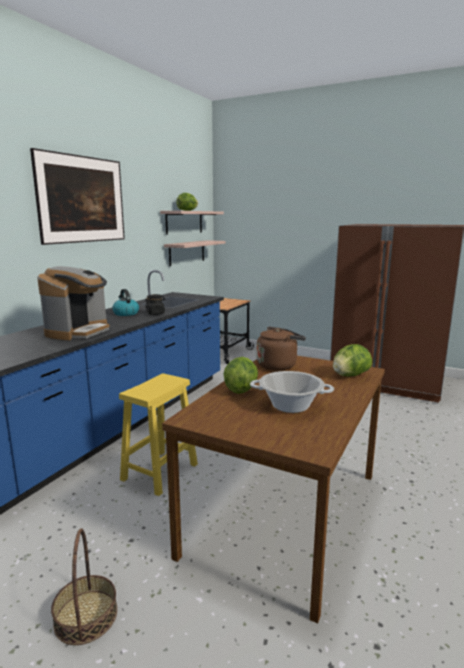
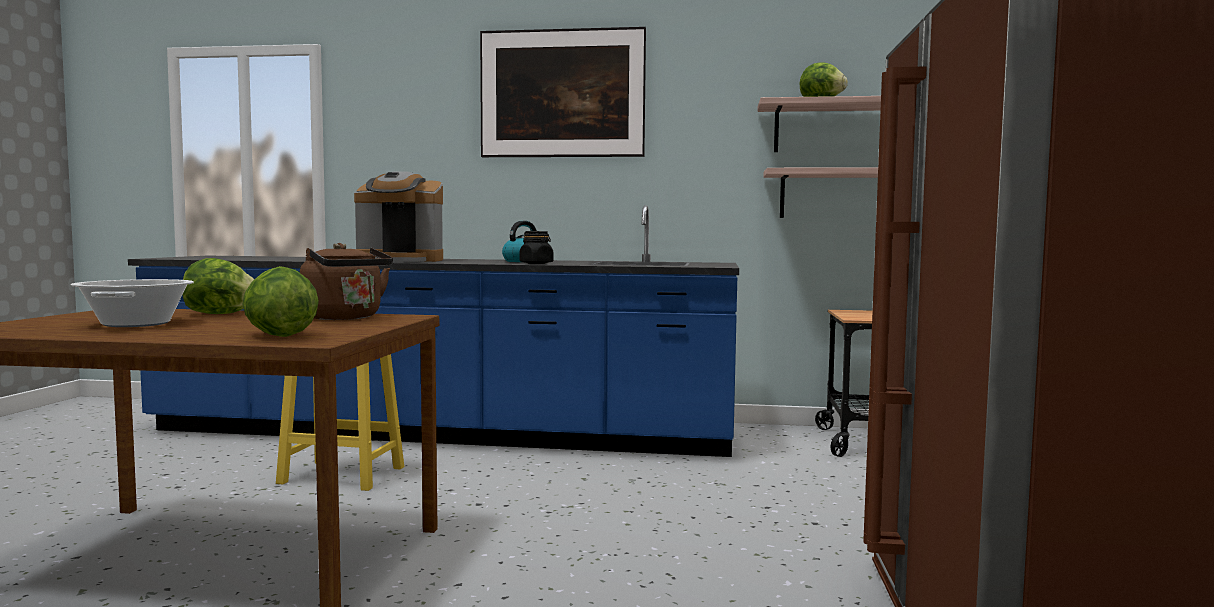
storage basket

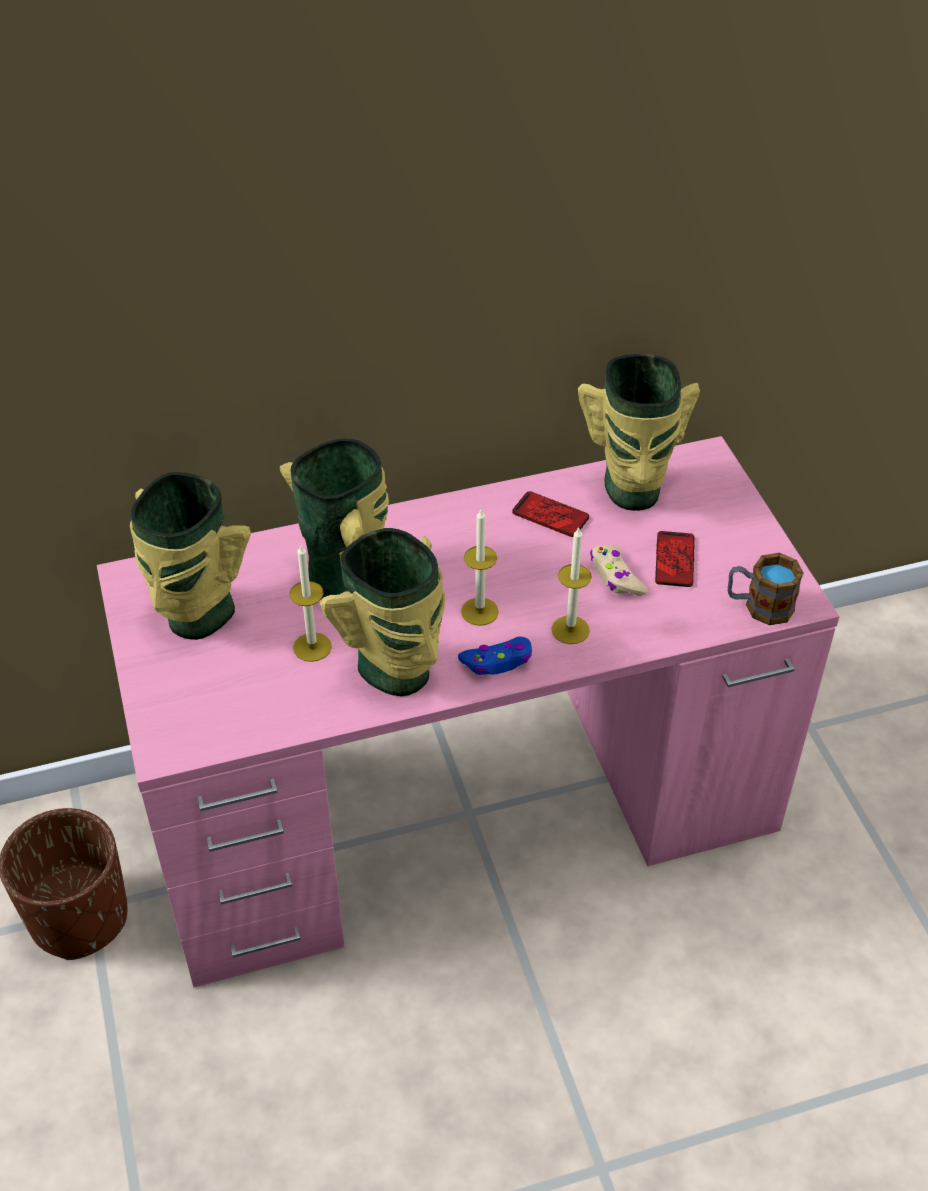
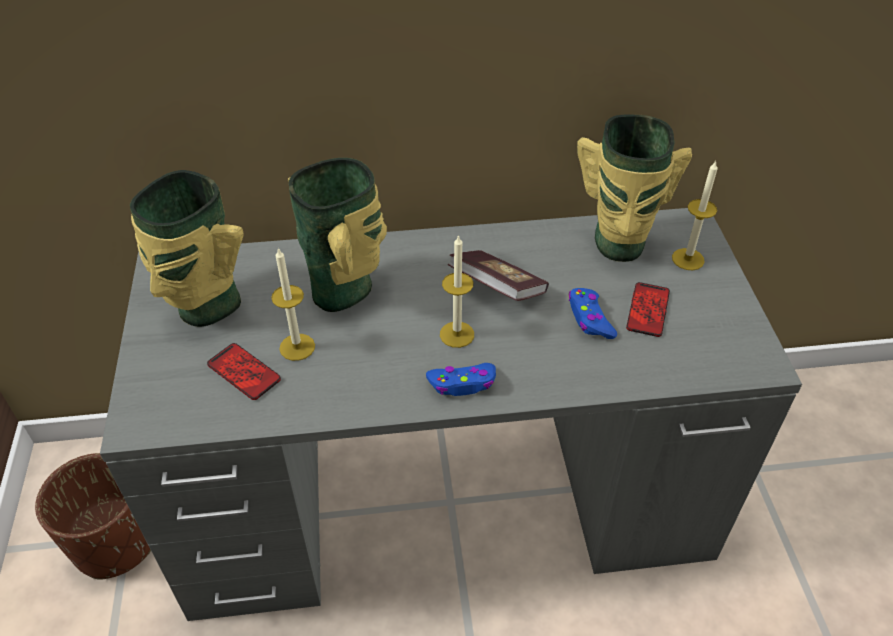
grey desk
decorative vase (3rd from left in the first image)
phone (1st from left)
wax candle (3rd from left)
blue-coloured game controller (2nd from left)
coffee mug
book

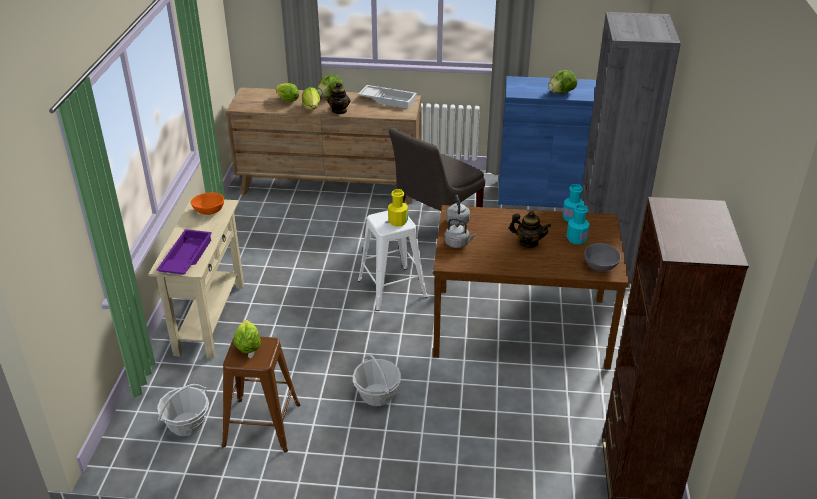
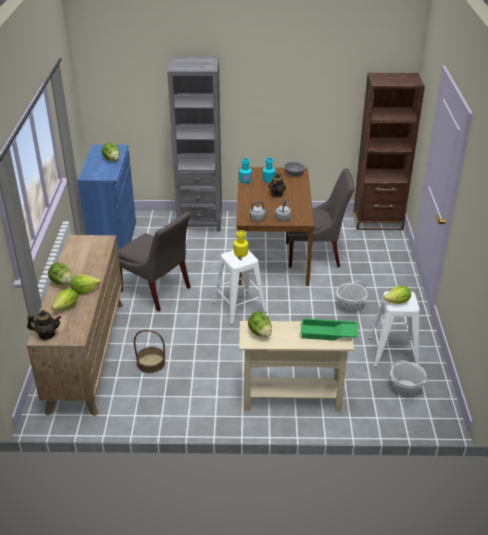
green serving tray
lettuce head (5th from left)
whitish sitting stool (2nd from left)
teapot (1st from left)
whitish serving tray
storage basket (1st from left)
grey upright chair (2nd from left)

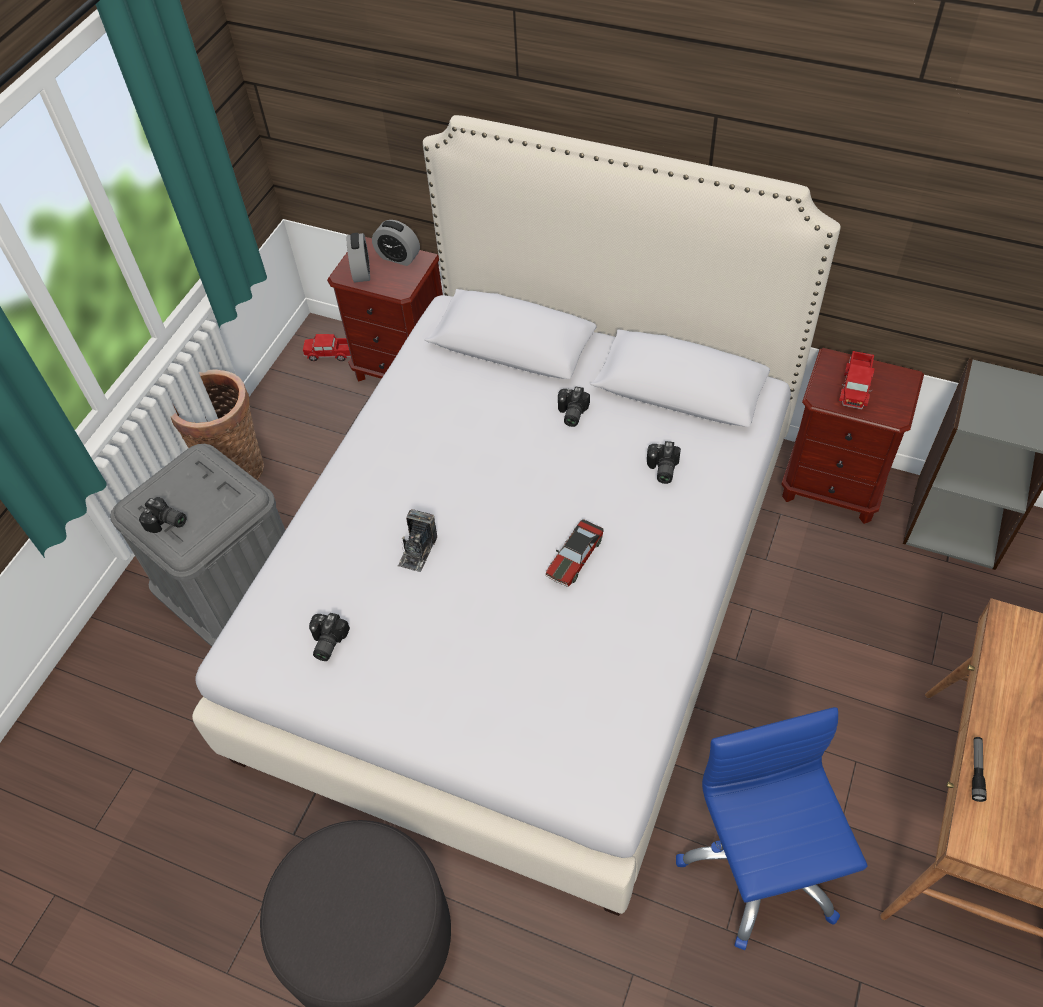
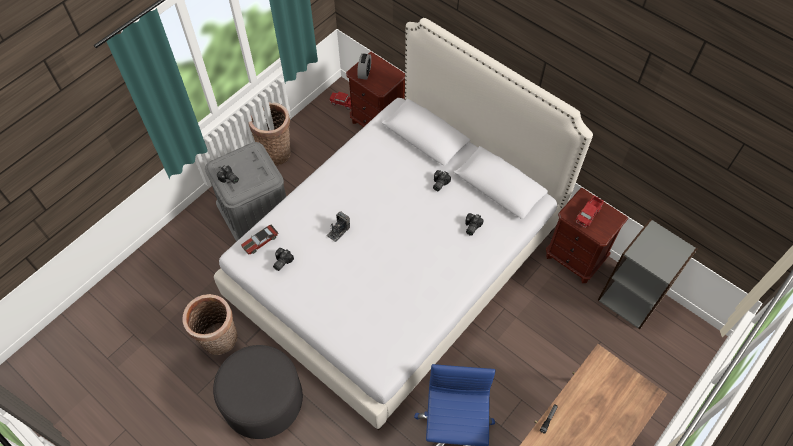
bedside clock (2nd from left in the first image)
miniature car
storage basket (1st from left)

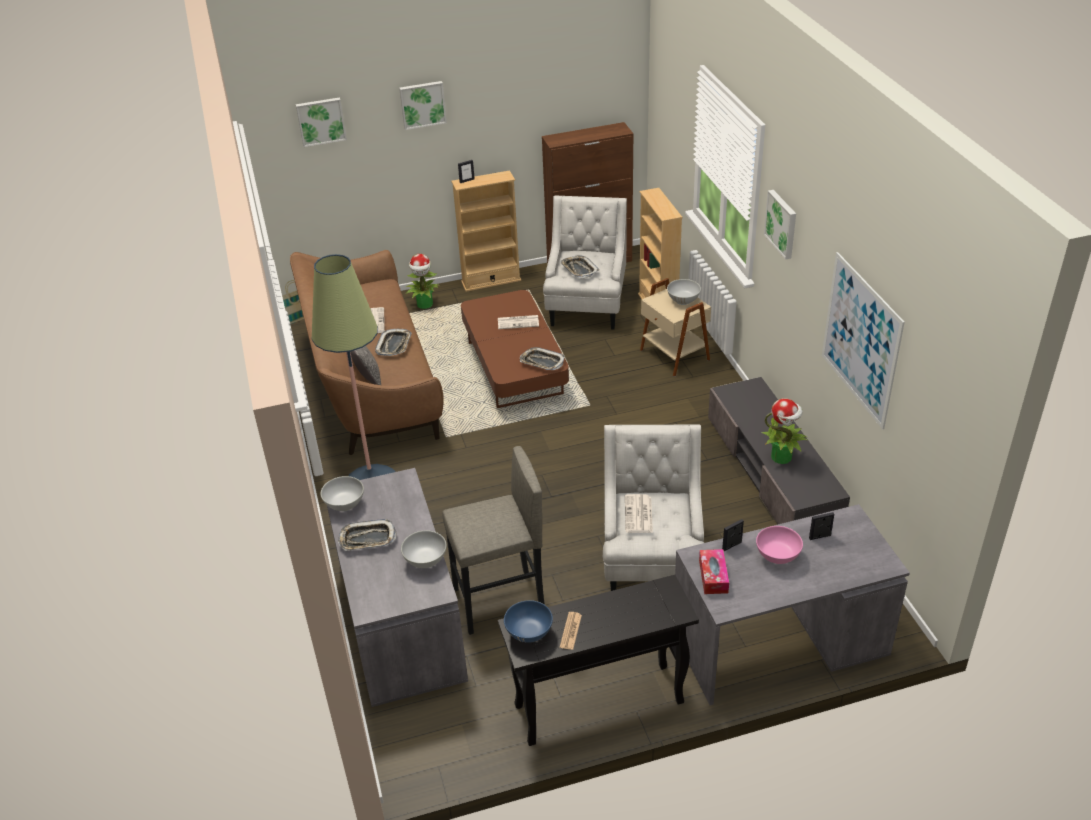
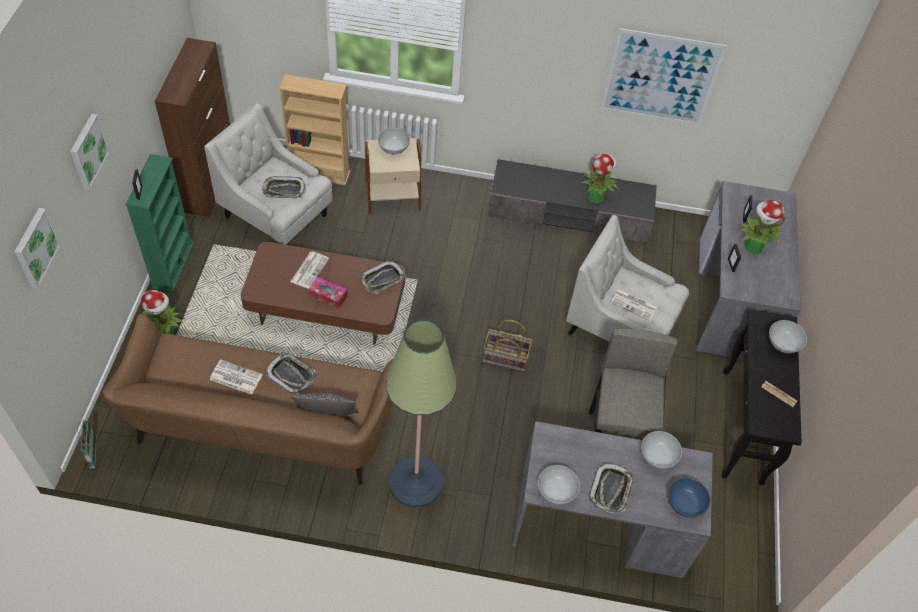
green bookshelf
blue-coloured deep dish
box of tissues
plant in a pot (3rd from left)
picture (3rd from left in the first image)
storage basket (2nd from left)
whitish deep dish (4th from left)

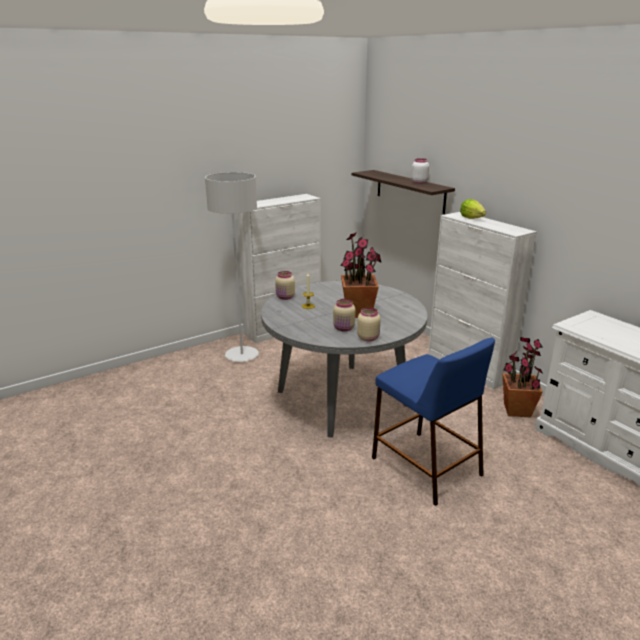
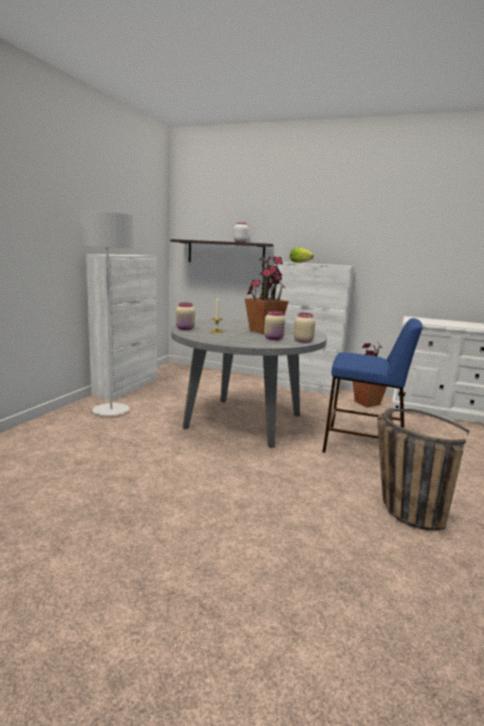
storage basket

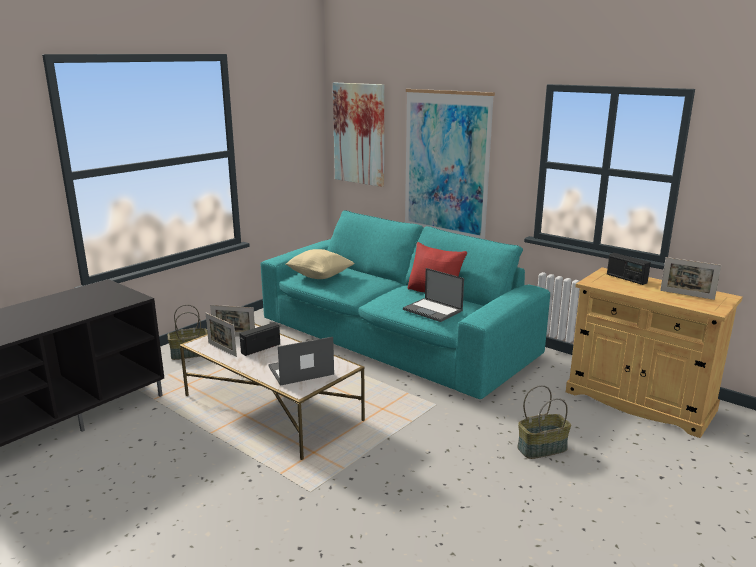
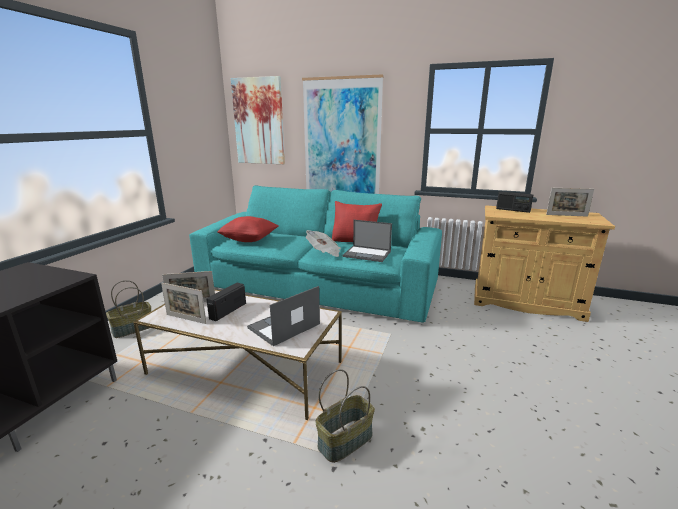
red-coloured pillow (1st from left)
storage basket (2nd from left)
newspaper

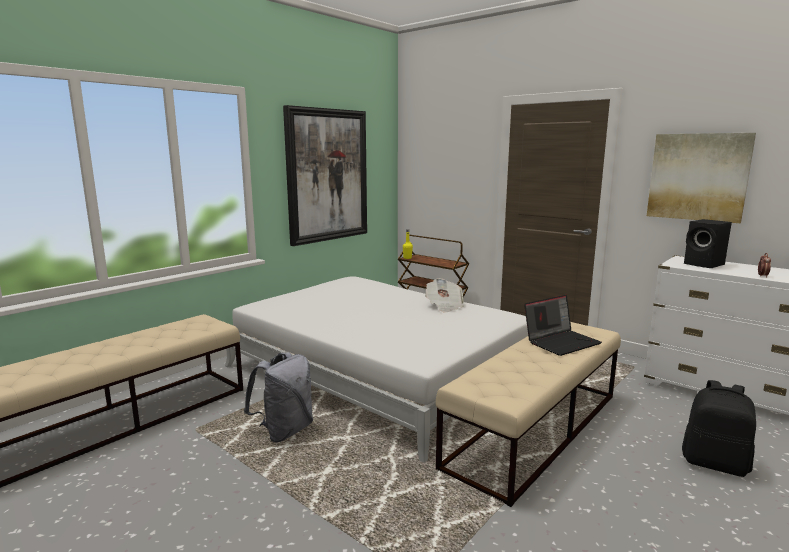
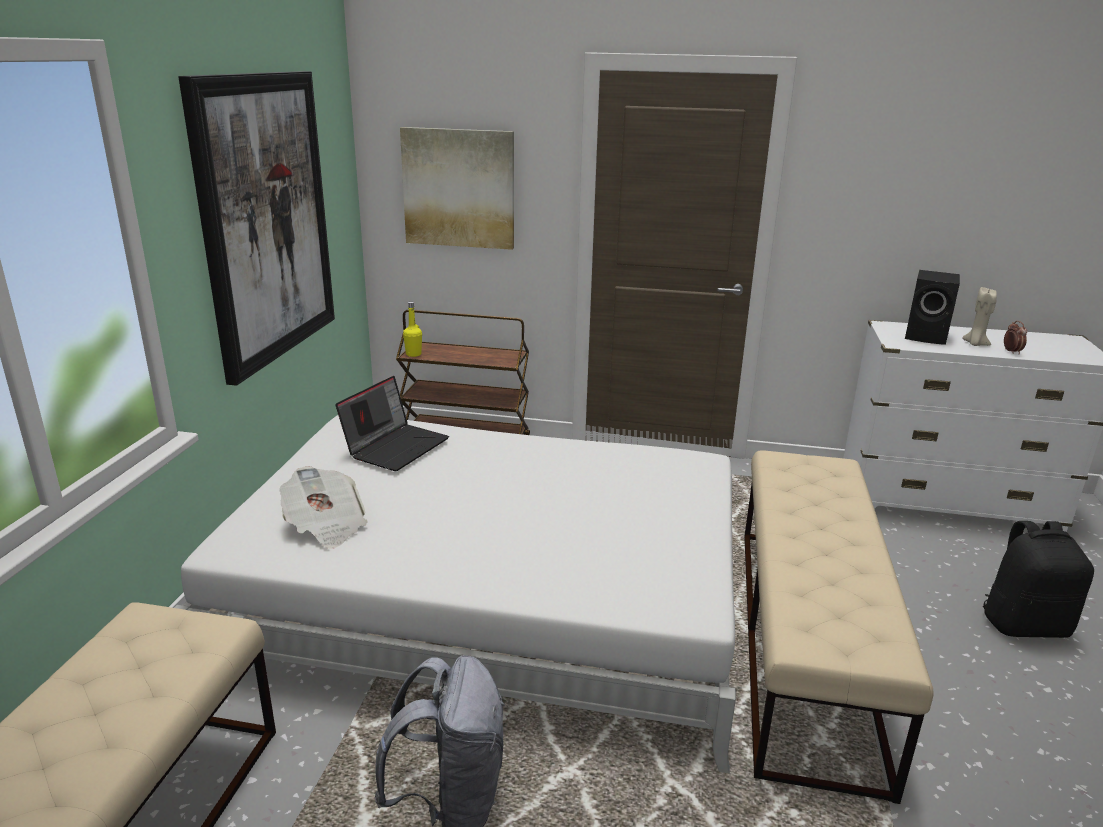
newspaper
laptop
picture (2nd from left)
beige-coloured wax candle

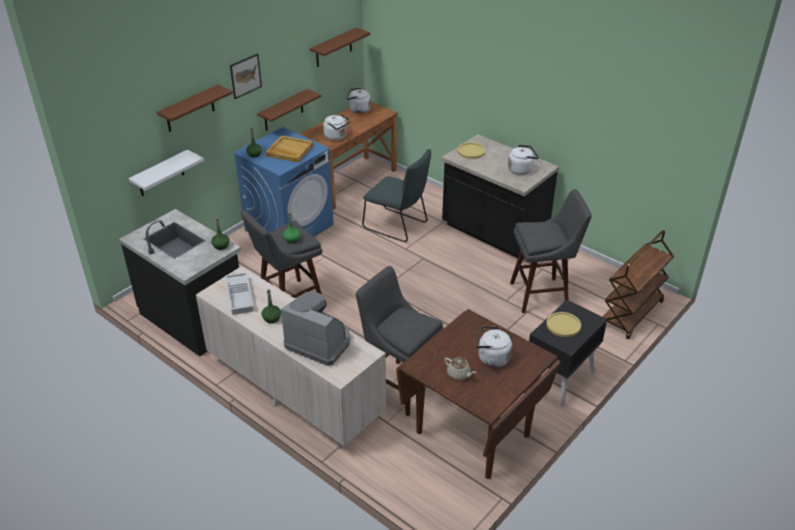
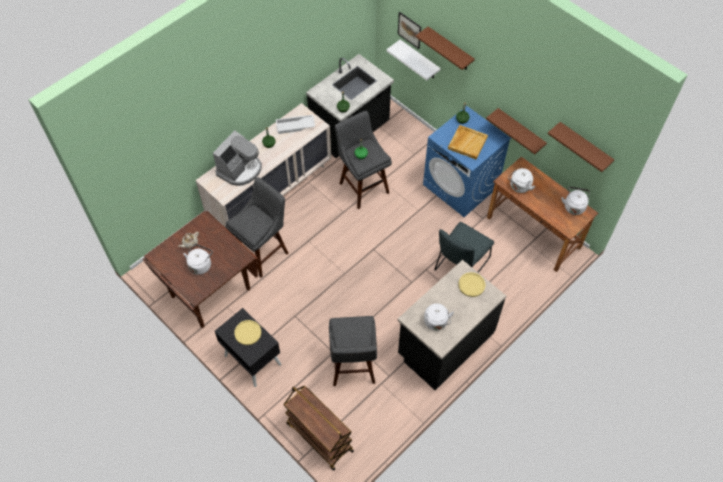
picture

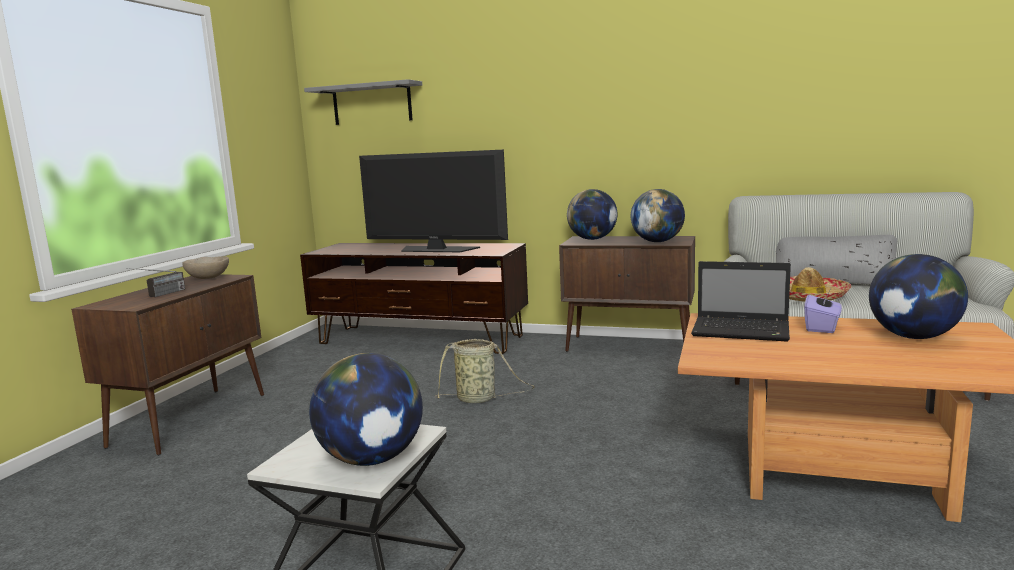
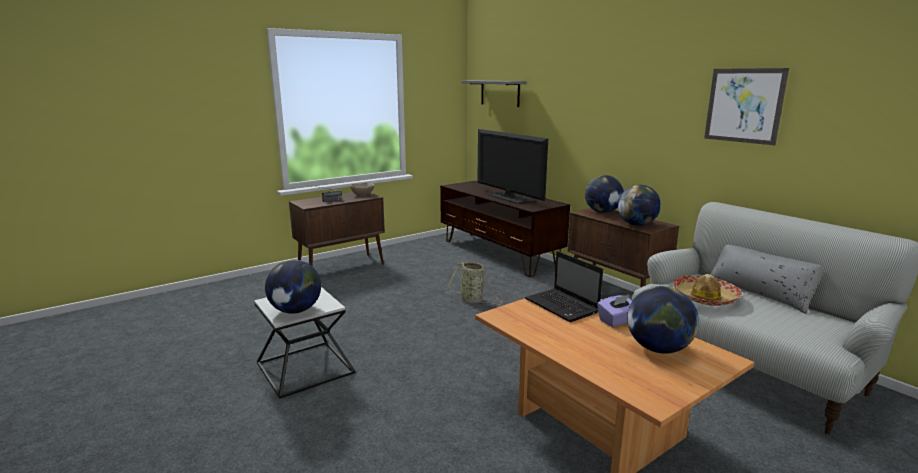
picture

